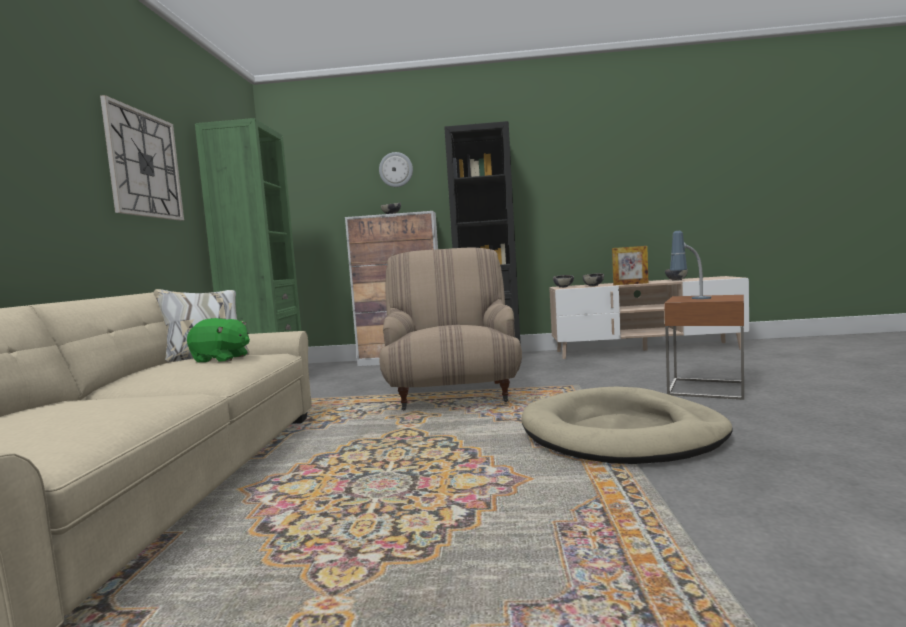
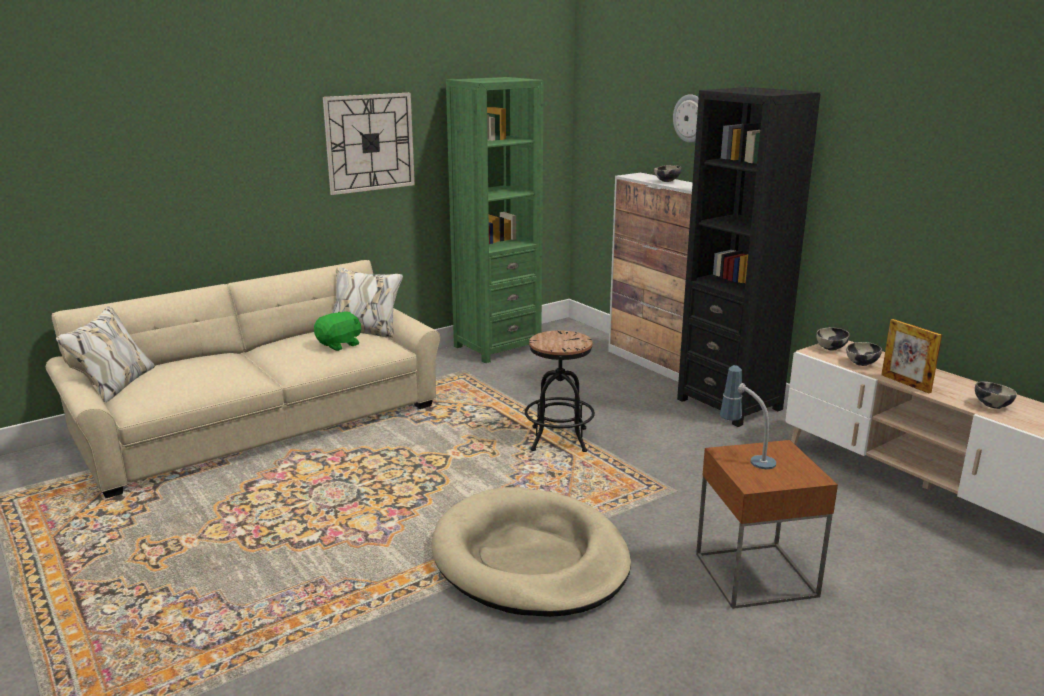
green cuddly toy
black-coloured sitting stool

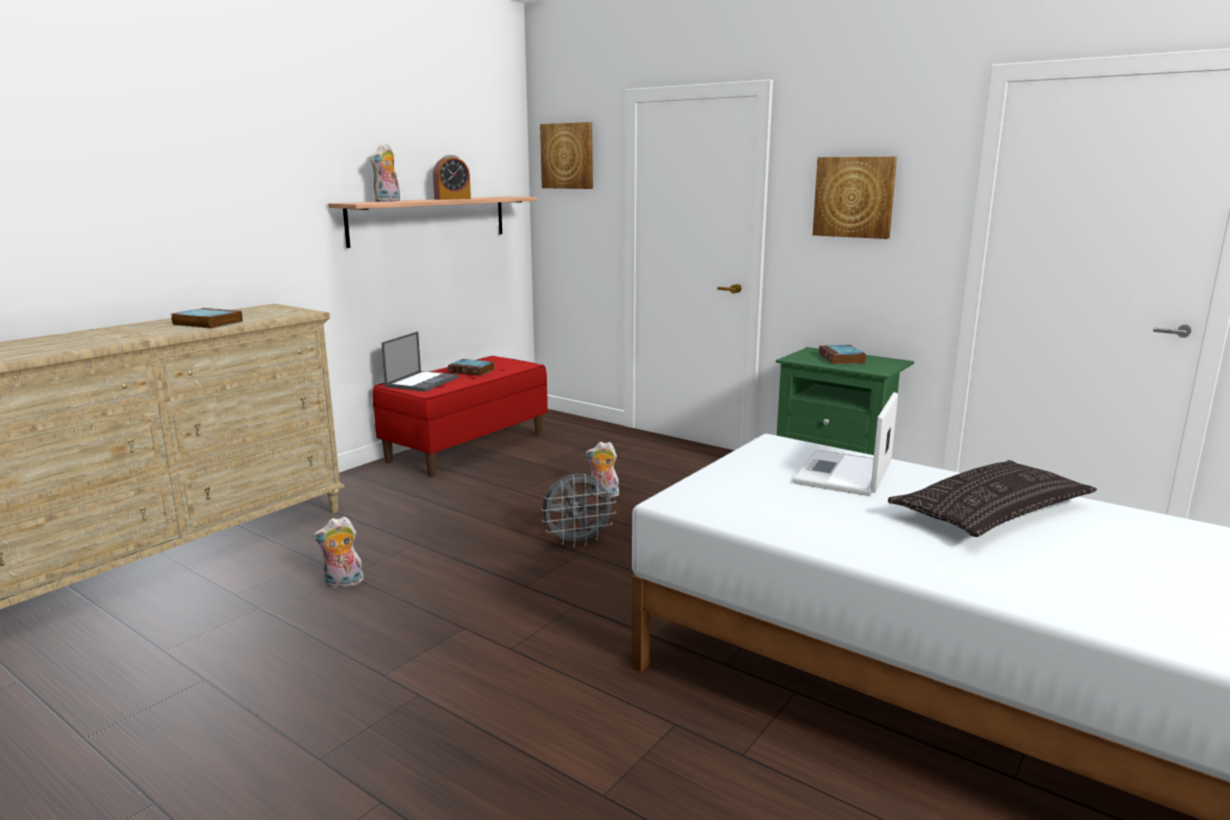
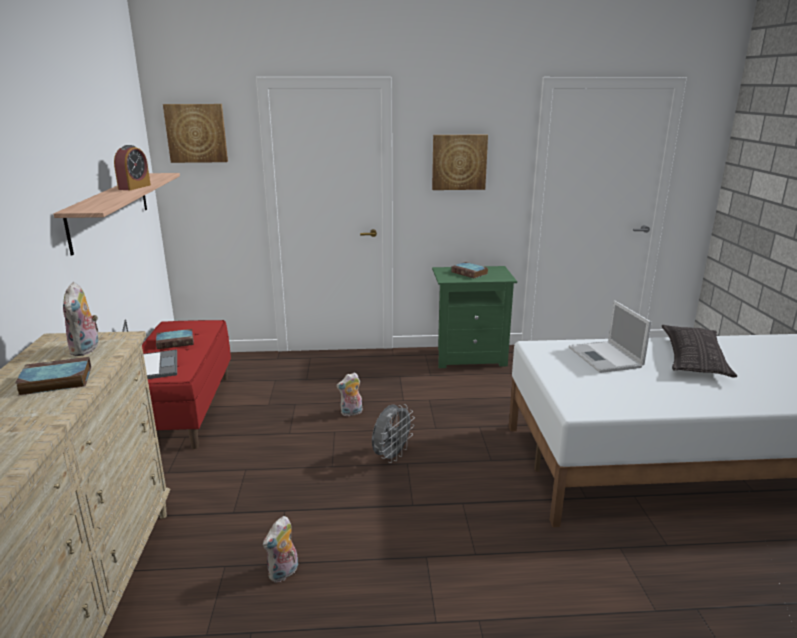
cuddly toy (1st from left)

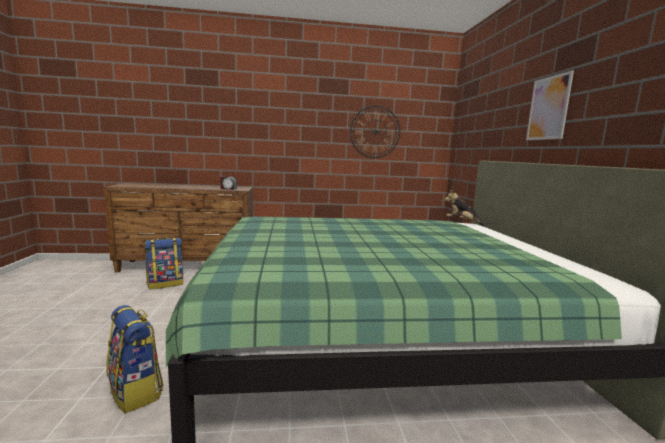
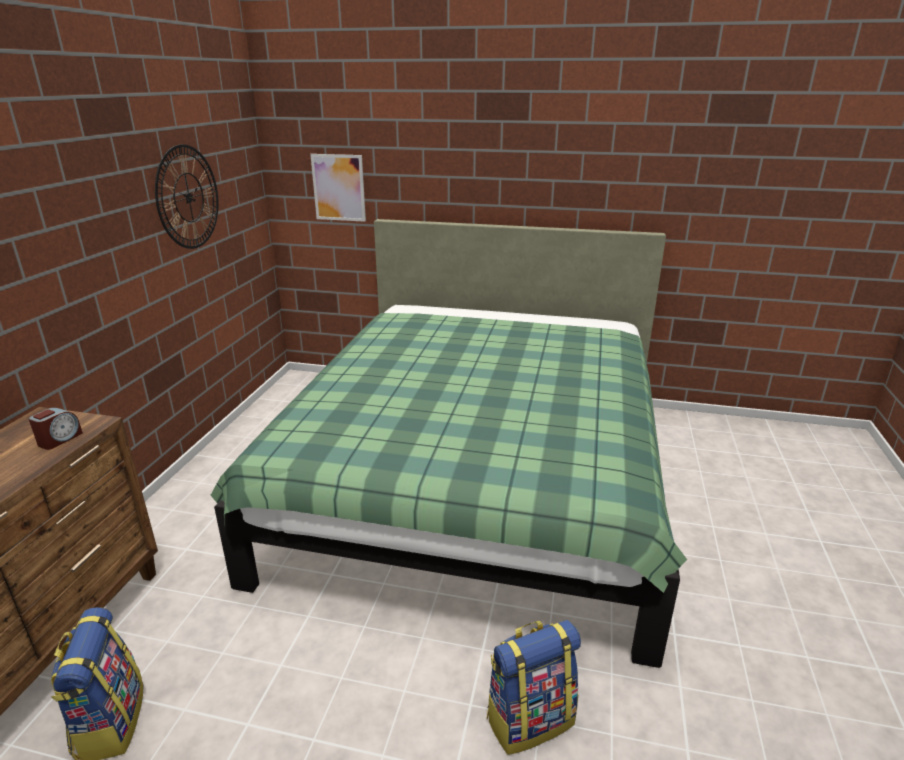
cuddly toy
picture

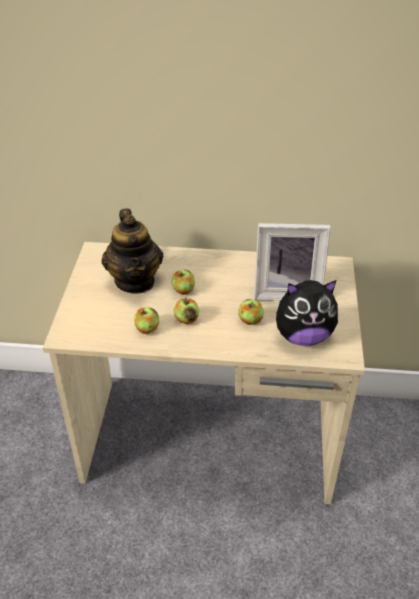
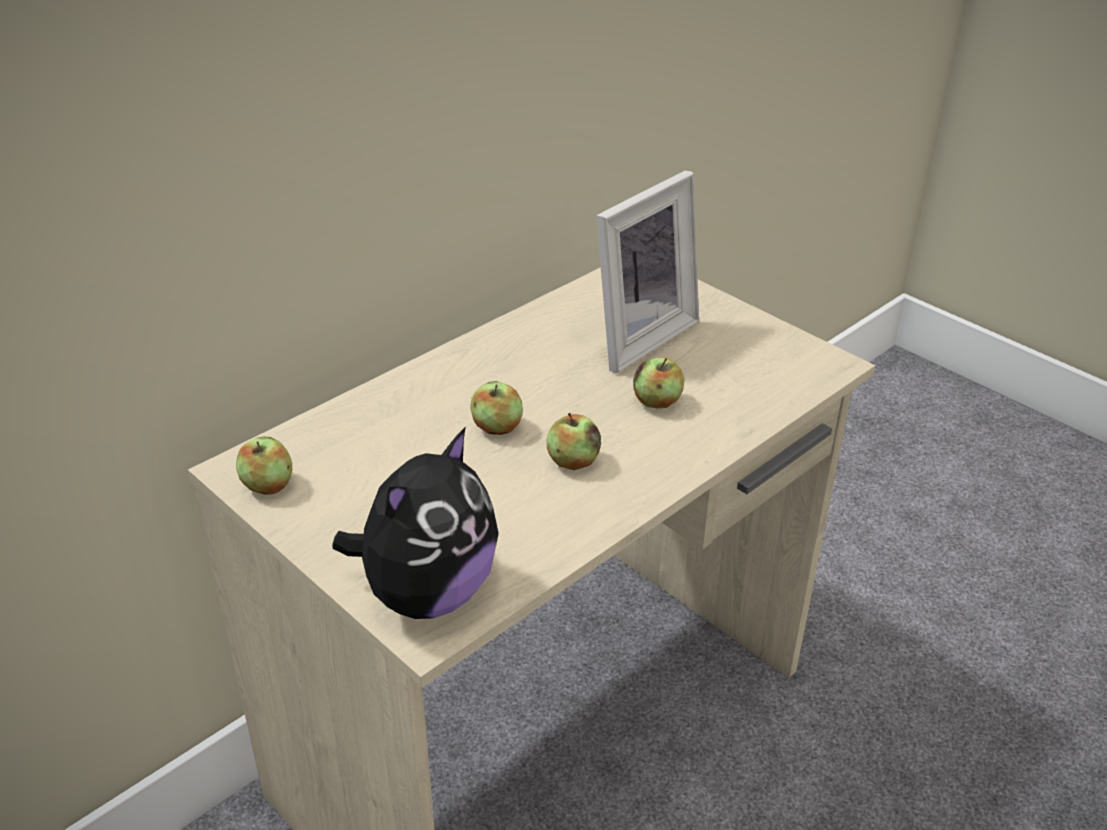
teapot
apple fruit (1st from left)
cuddly toy

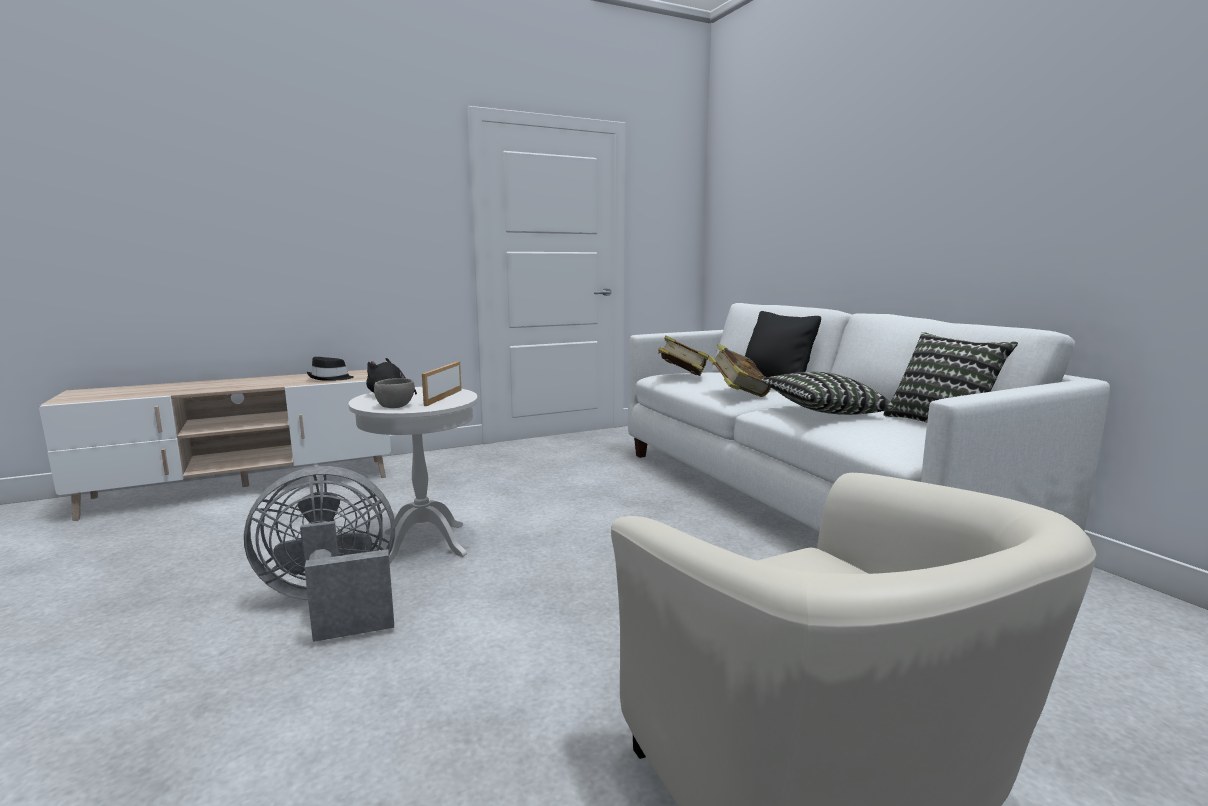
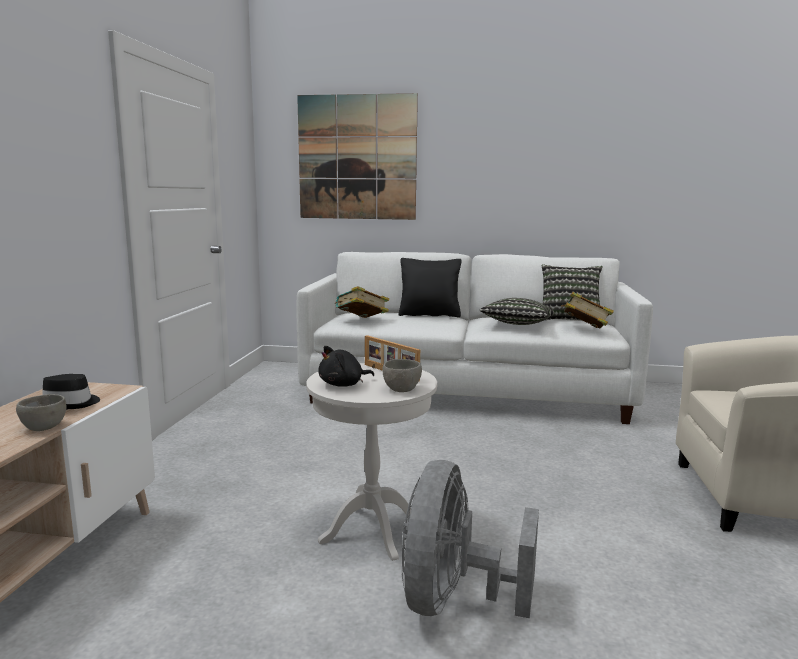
book (2nd from left)
grey deep dish (1st from left)
picture

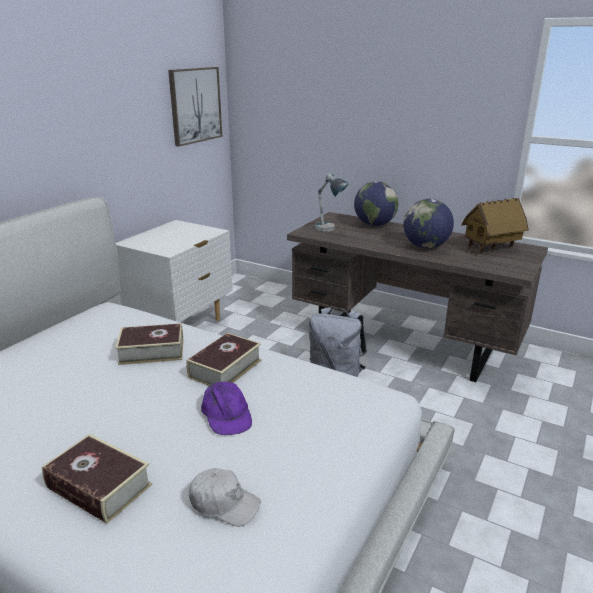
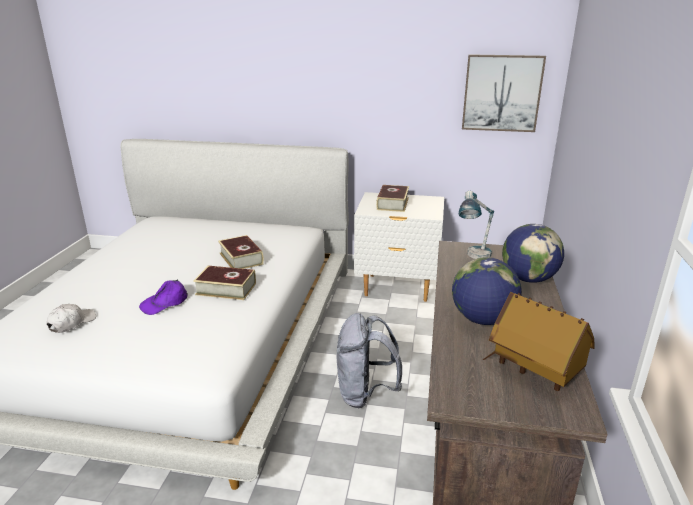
book (3rd from left)
whitish baseball cap

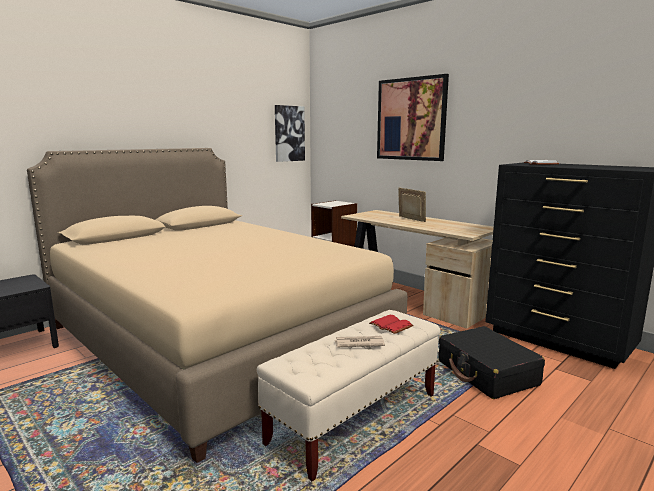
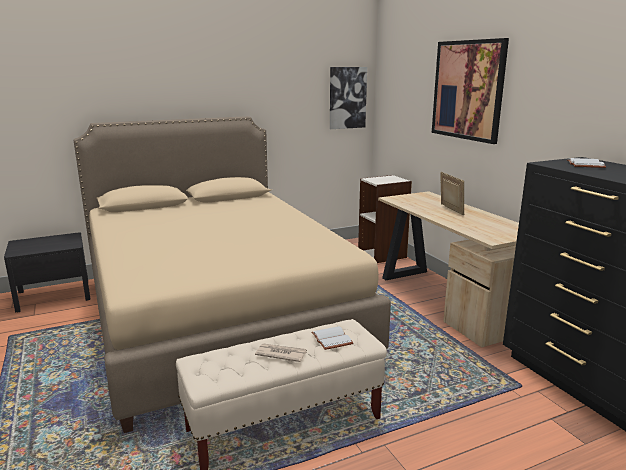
whitish book (1st from left)
black-coloured travel case

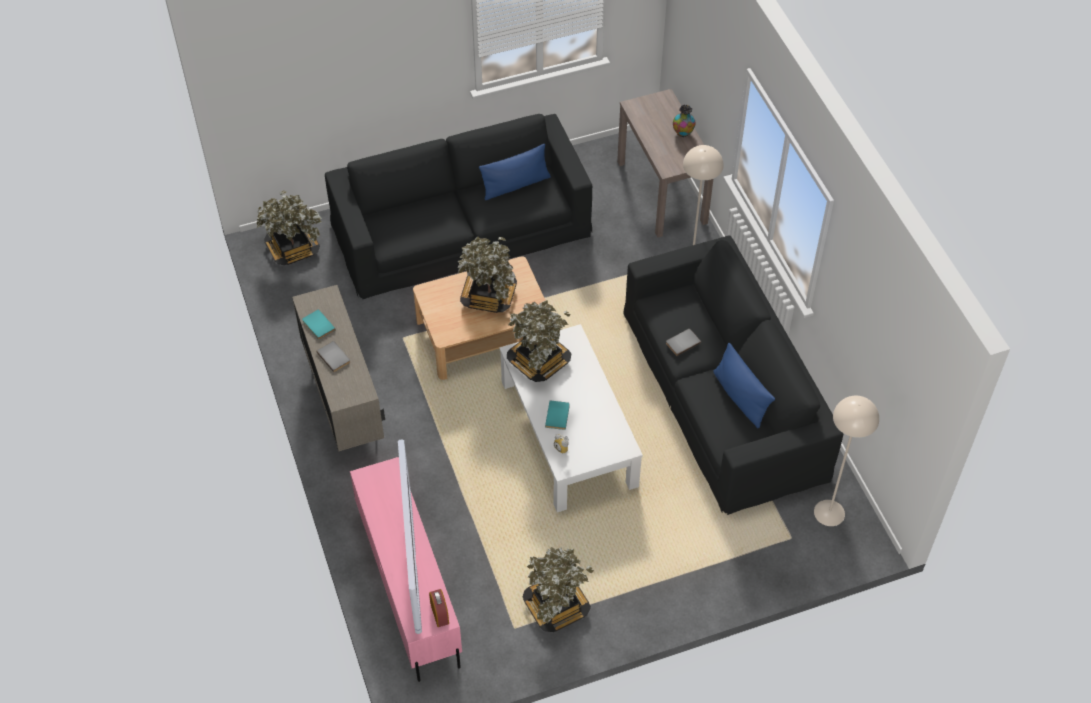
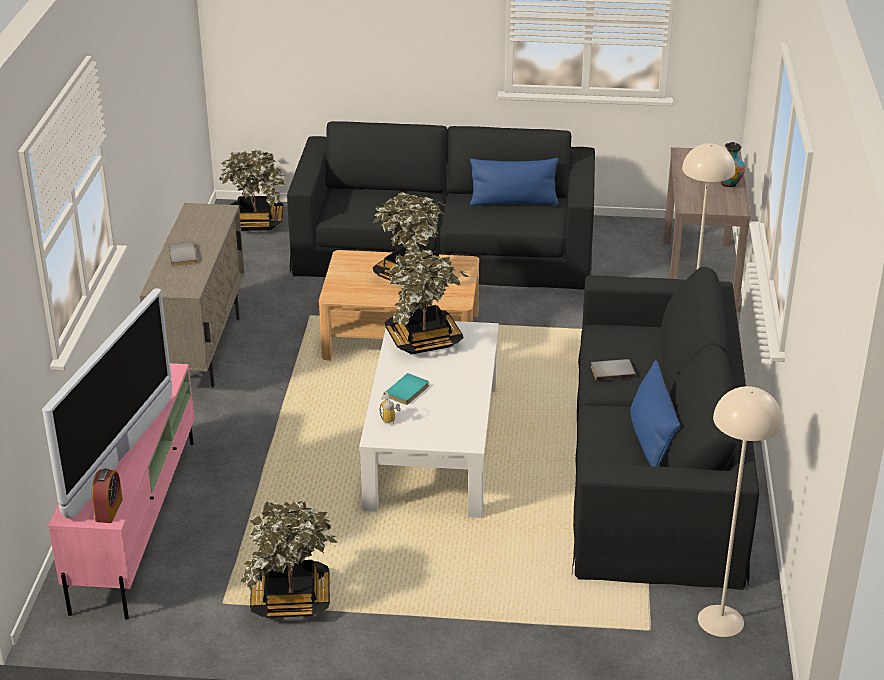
turquoise book (1st from left in the first image)

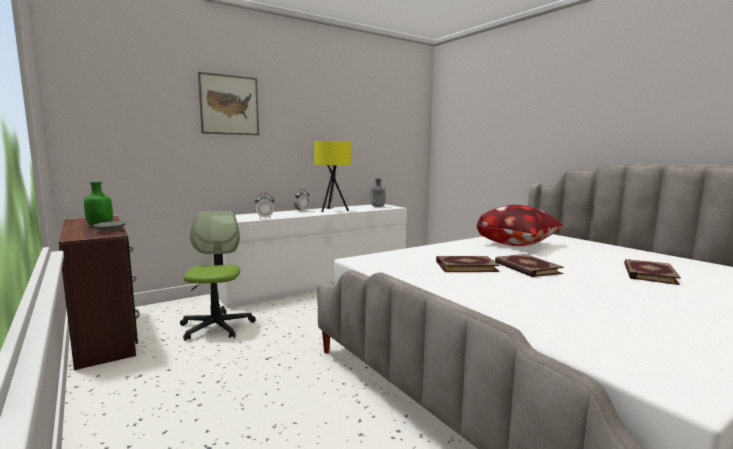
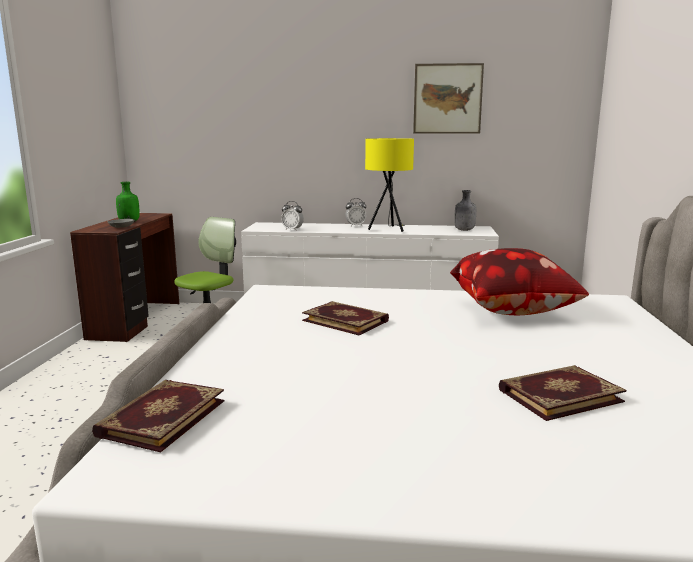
picture
book (1st from left)

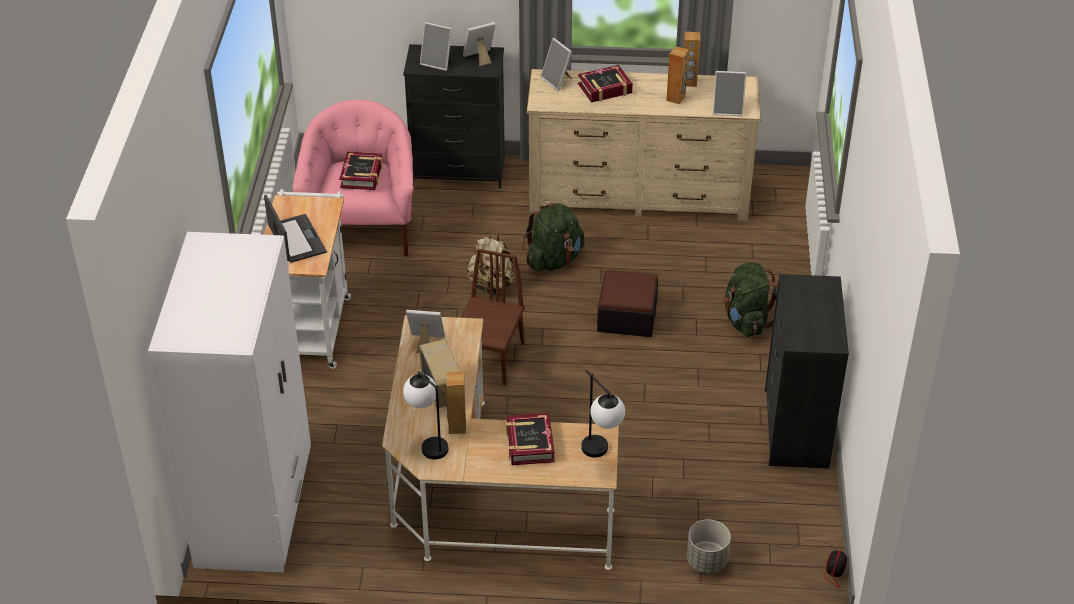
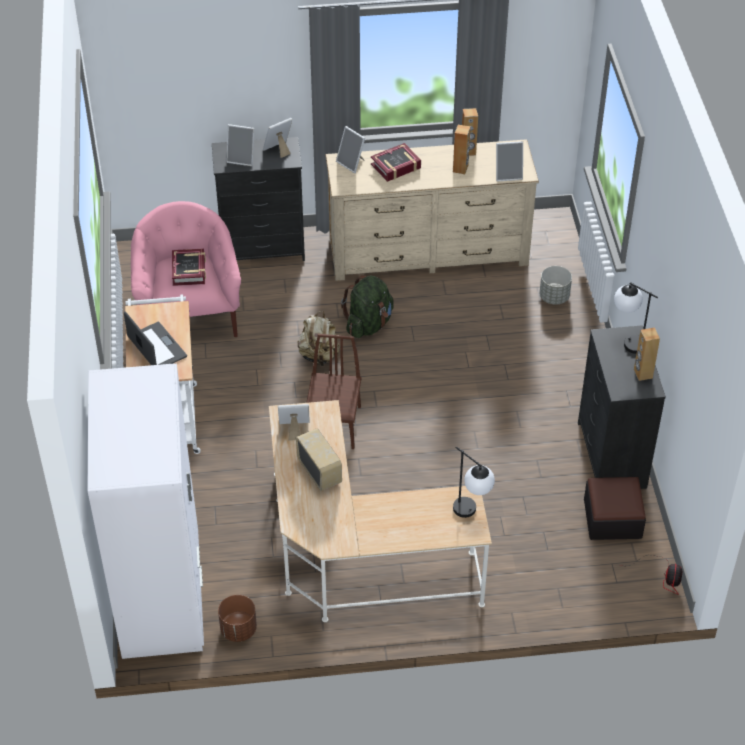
lamp for a table (2nd from left)
brown-coloured audio speaker (3rd from left)
book (2nd from left in the first image)
footrest
grey planter
green backpack (2nd from left in the first image)
brown-coloured planter

